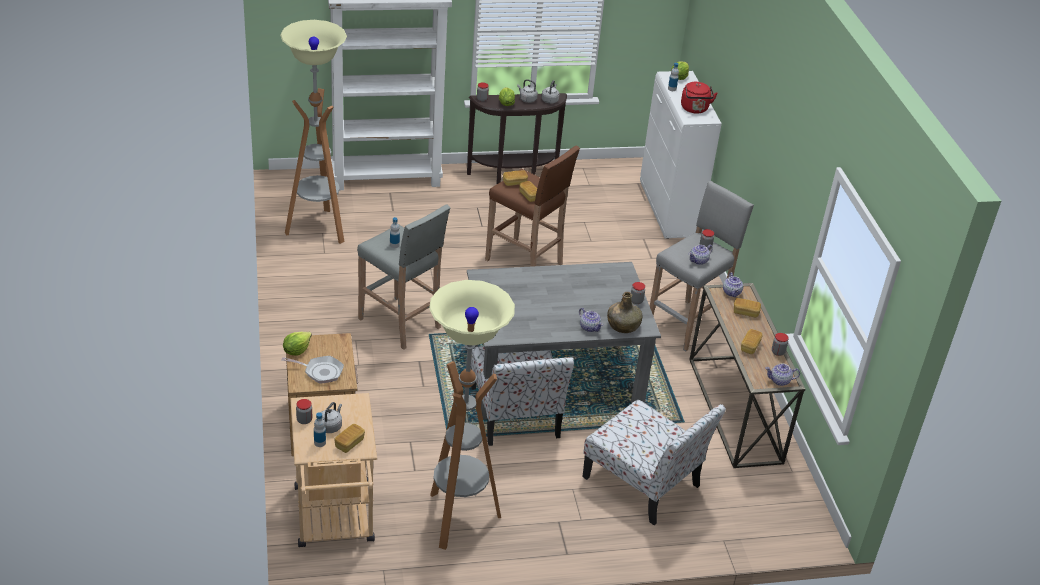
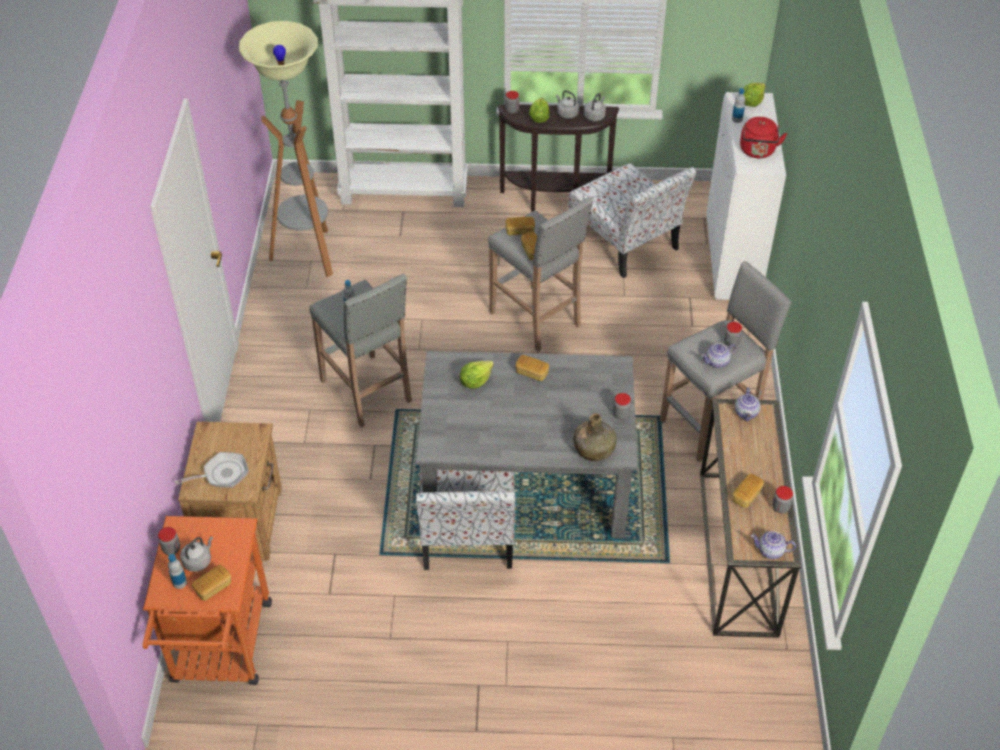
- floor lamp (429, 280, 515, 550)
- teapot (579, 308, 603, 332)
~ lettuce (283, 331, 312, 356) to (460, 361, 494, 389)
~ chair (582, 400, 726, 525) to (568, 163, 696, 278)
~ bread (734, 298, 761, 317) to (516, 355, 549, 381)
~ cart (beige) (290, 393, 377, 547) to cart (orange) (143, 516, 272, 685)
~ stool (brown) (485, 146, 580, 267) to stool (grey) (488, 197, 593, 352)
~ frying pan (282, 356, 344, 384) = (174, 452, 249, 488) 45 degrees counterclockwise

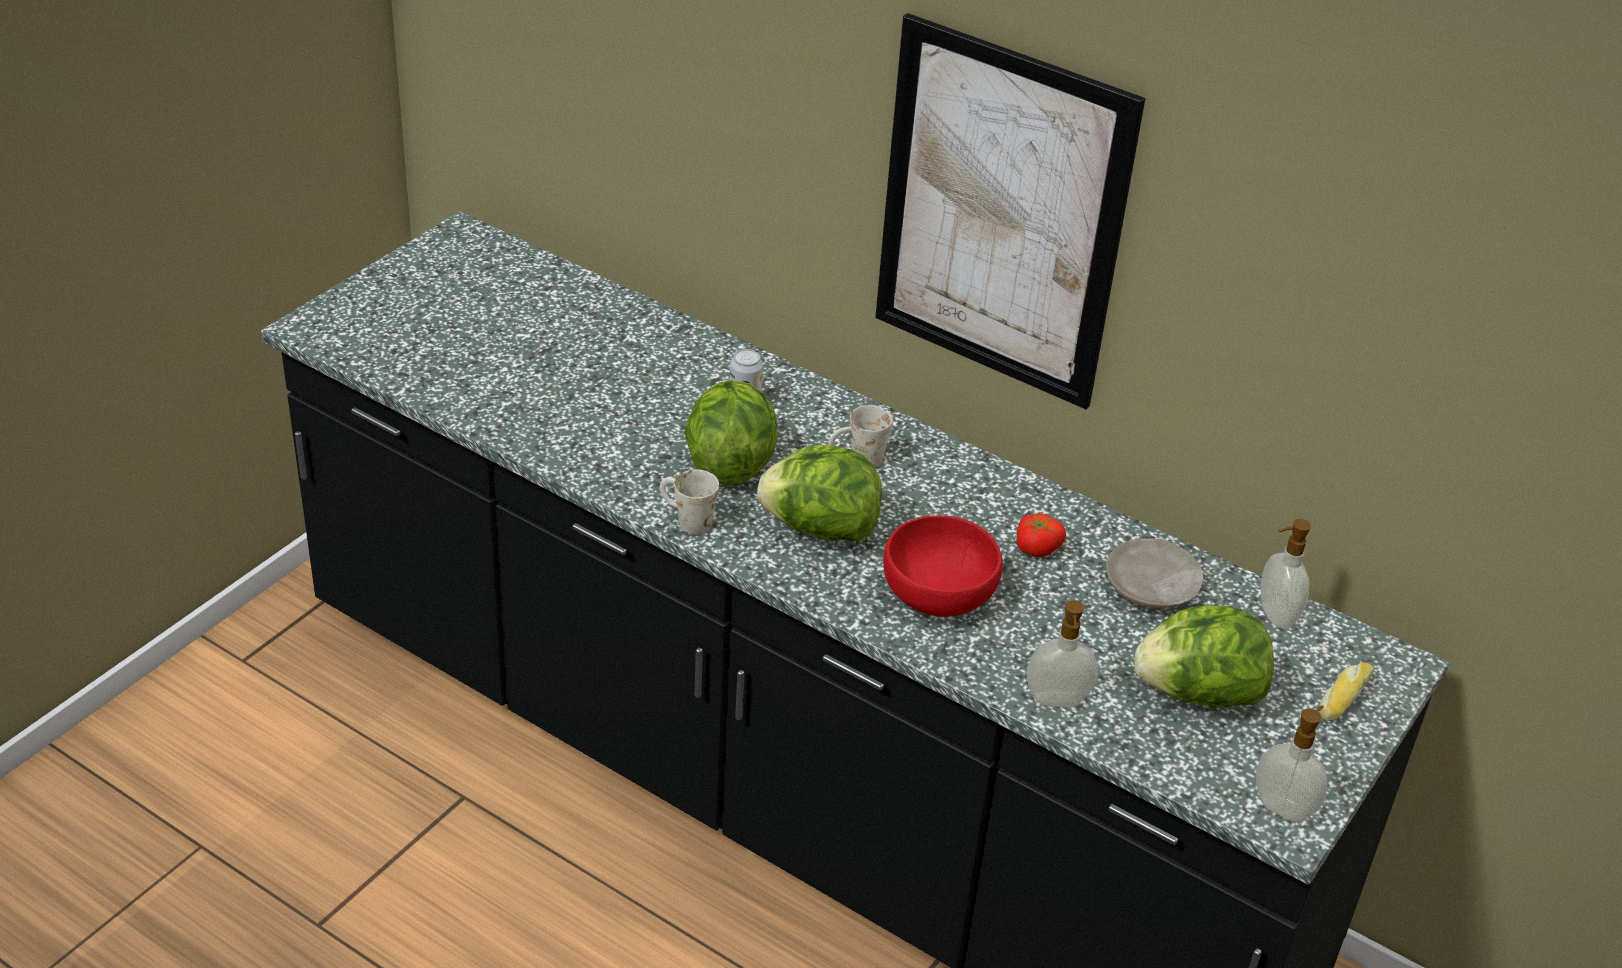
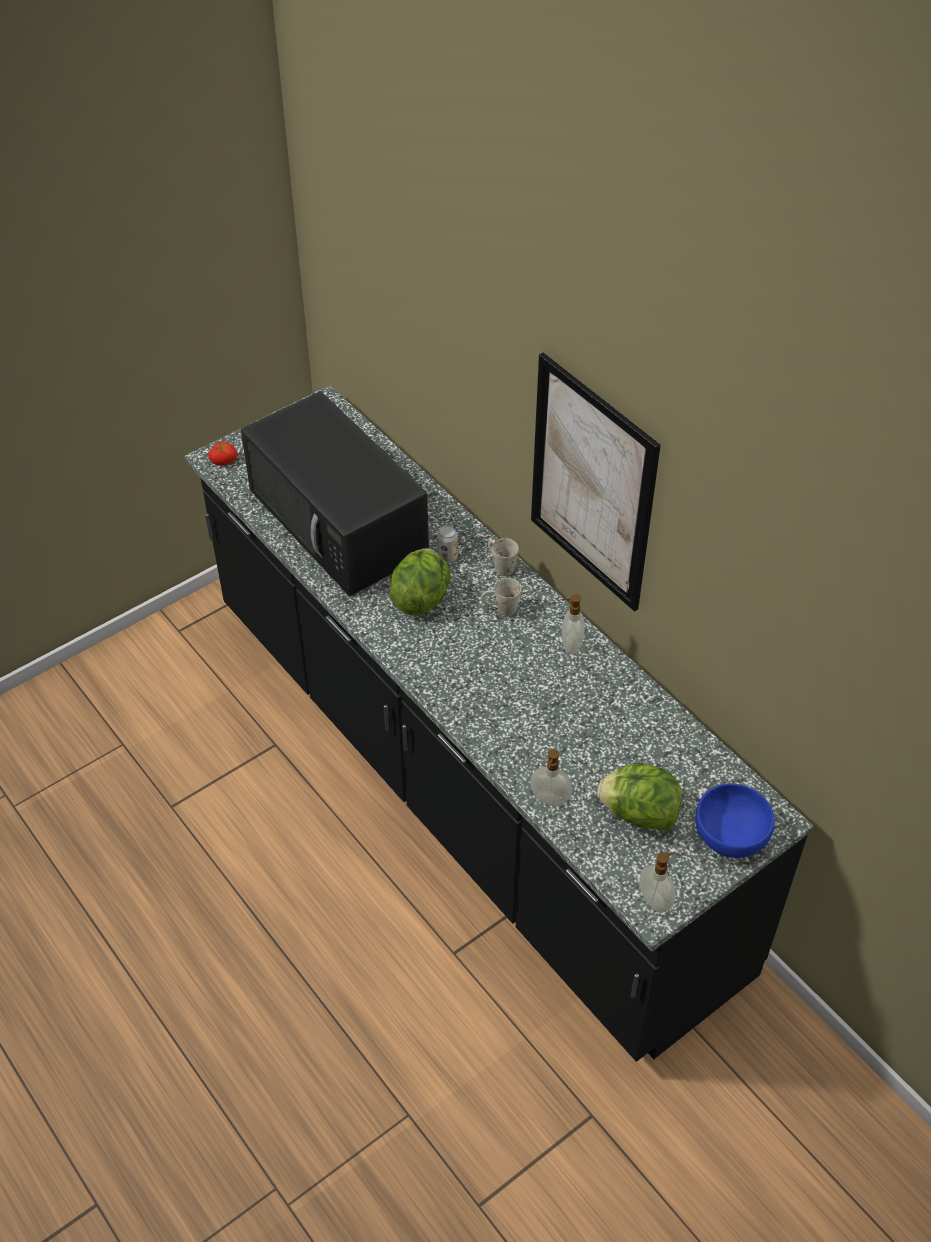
- lettuce (757, 445, 882, 541)
- bowl (red) (883, 515, 1003, 617)
- plate (beige) (1106, 538, 1204, 609)
+ microwave (black) (241, 391, 429, 596)
~ mug (white) (660, 470, 719, 535) to (488, 538, 519, 576)
~ tomato (1017, 513, 1066, 557) to (208, 442, 238, 466)
~ soap dispenser (1260, 519, 1311, 628) to (562, 594, 585, 654)
~ bread (1320, 662, 1374, 722) to bowl (blue) (696, 784, 775, 858)

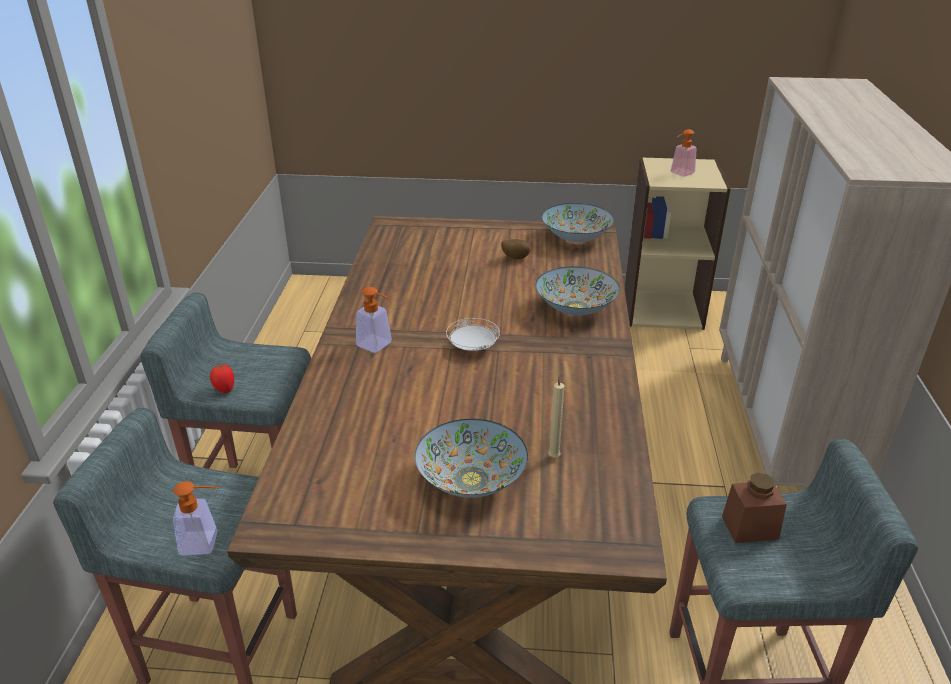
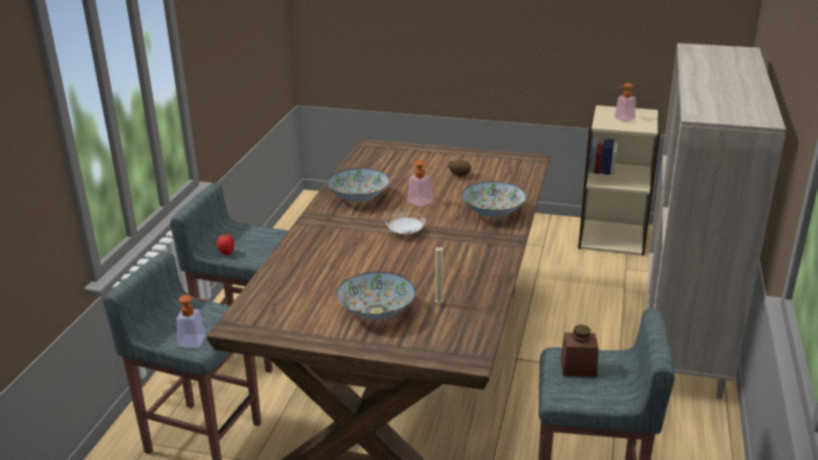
~ soap dispenser (356, 287, 392, 353) to (408, 160, 434, 207)
~ bowl (542, 203, 614, 242) to (327, 168, 389, 202)

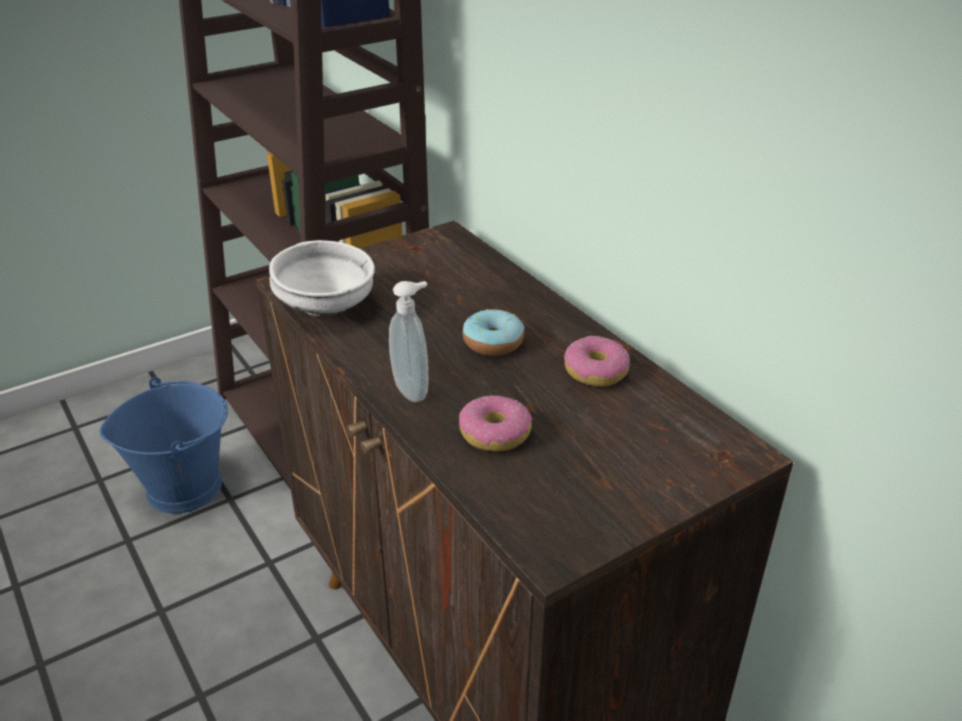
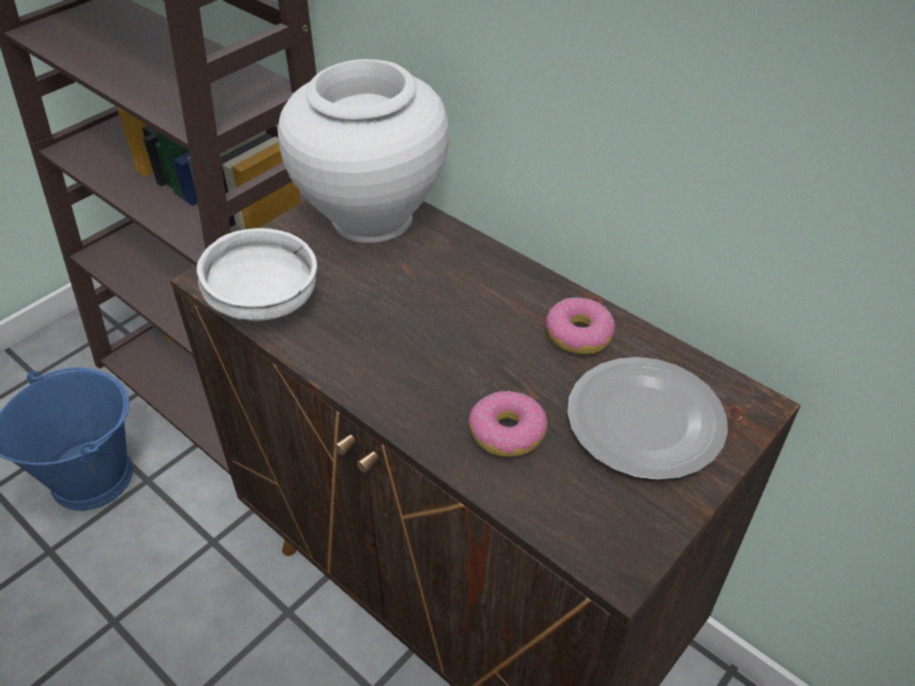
- soap dispenser (389, 281, 428, 402)
- donut (463, 309, 524, 356)
+ vase (white) (277, 59, 449, 243)
+ plate (567, 357, 728, 480)

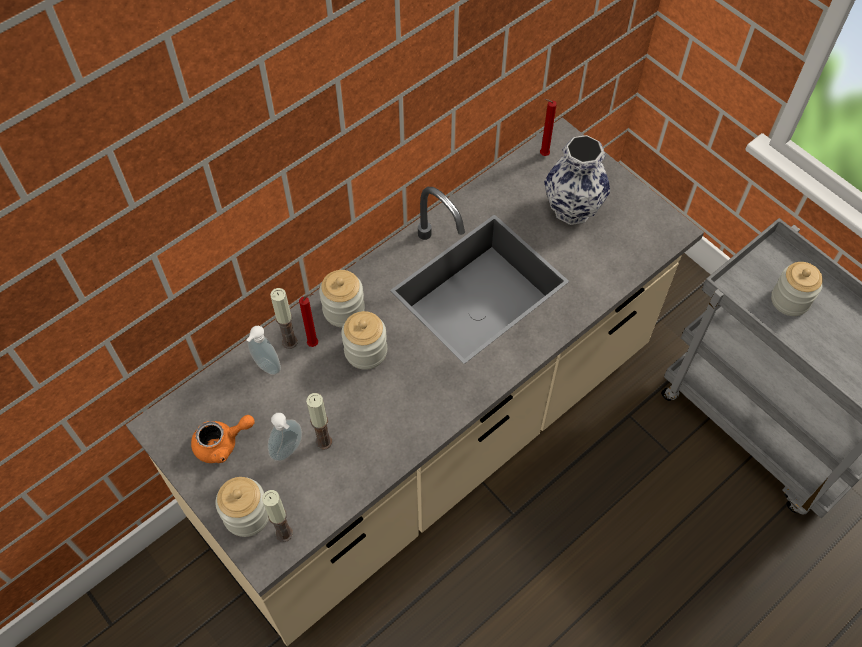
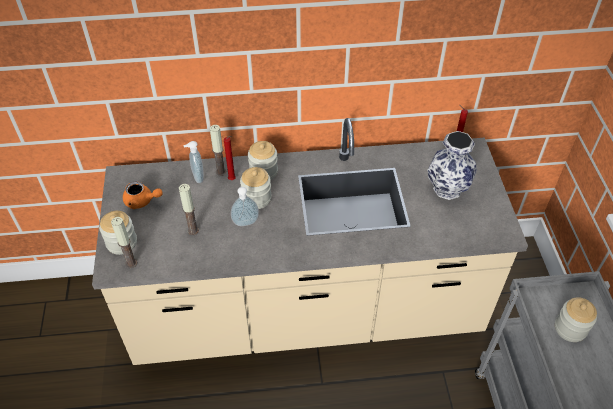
~ soap dispenser (268, 413, 302, 461) to (231, 187, 259, 226)

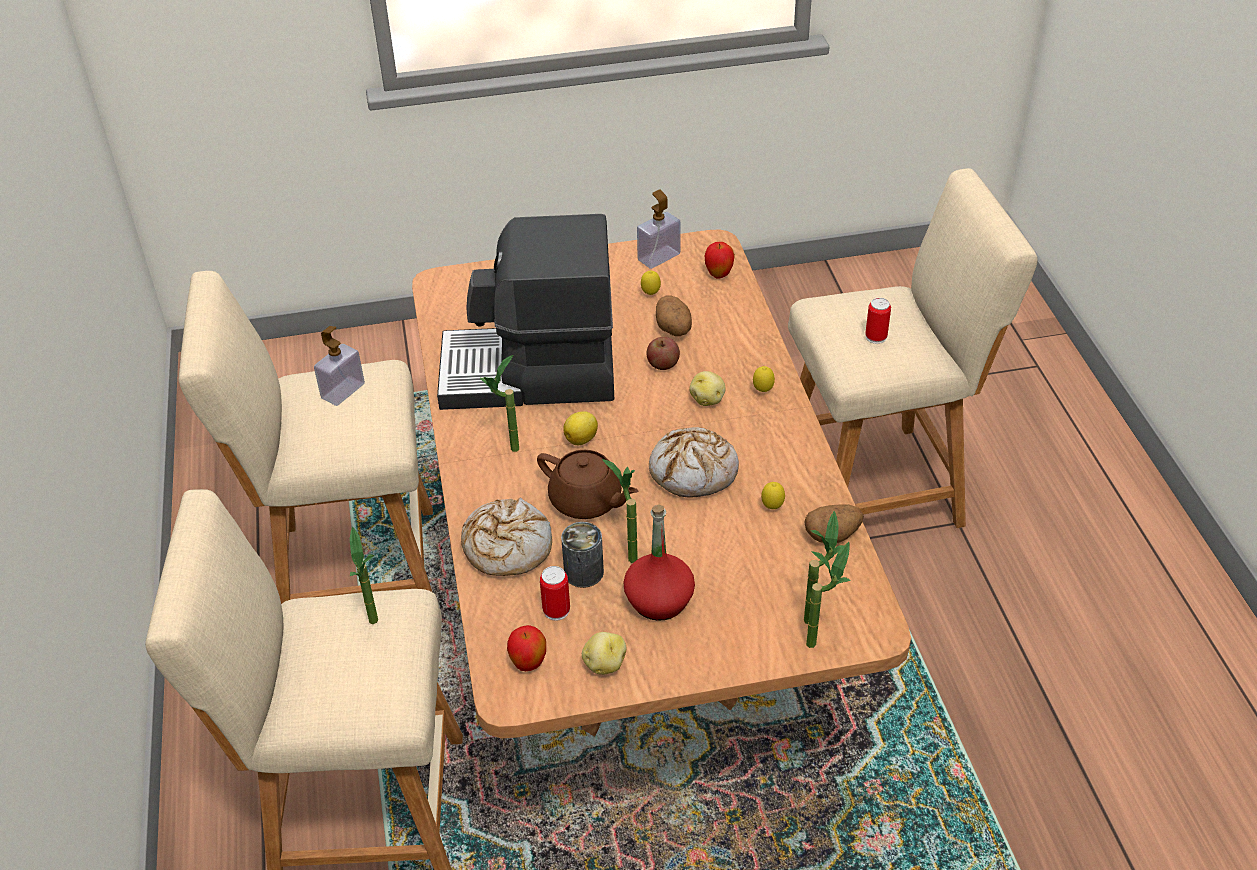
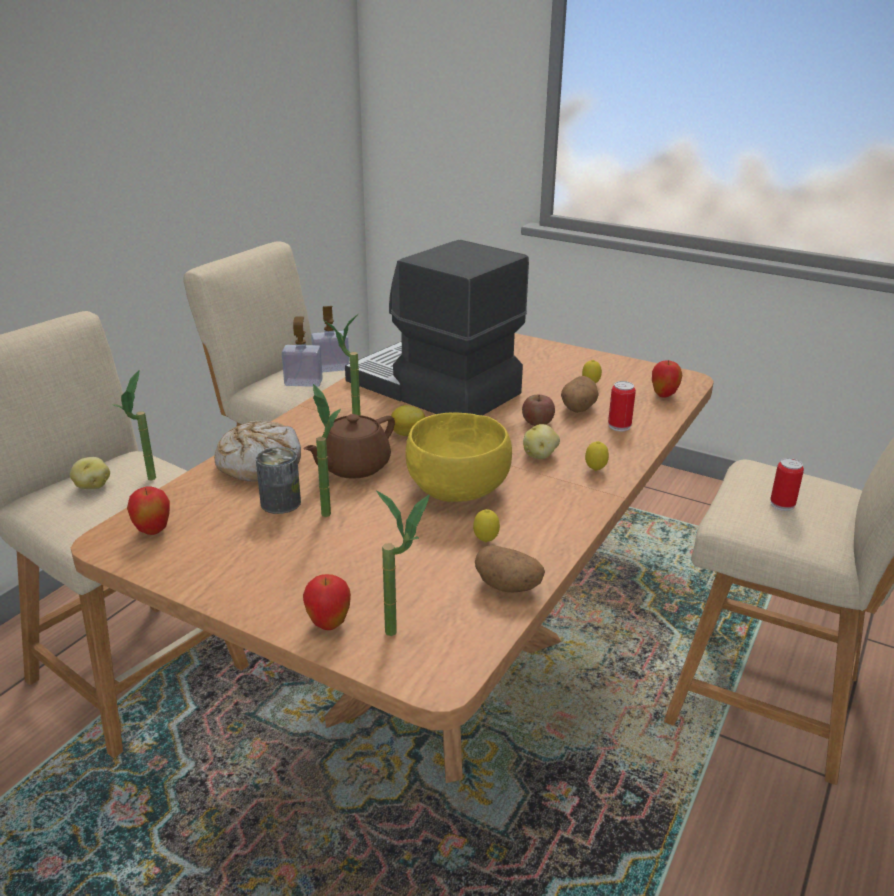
- bottle (red) (623, 505, 695, 621)
- potted plant (806, 542, 851, 648)
+ apple (303, 574, 351, 630)
~ can (540, 566, 570, 621) to (608, 381, 636, 431)
~ potato (582, 632, 626, 675) to (70, 457, 110, 489)
~ soap dispenser (637, 190, 681, 269) to (282, 316, 323, 387)
~ bread (649, 427, 739, 497) to bowl (yellow) (405, 412, 512, 502)
~ teapot (brown) (537, 450, 638, 519) = (303, 414, 395, 479) 60 degrees clockwise

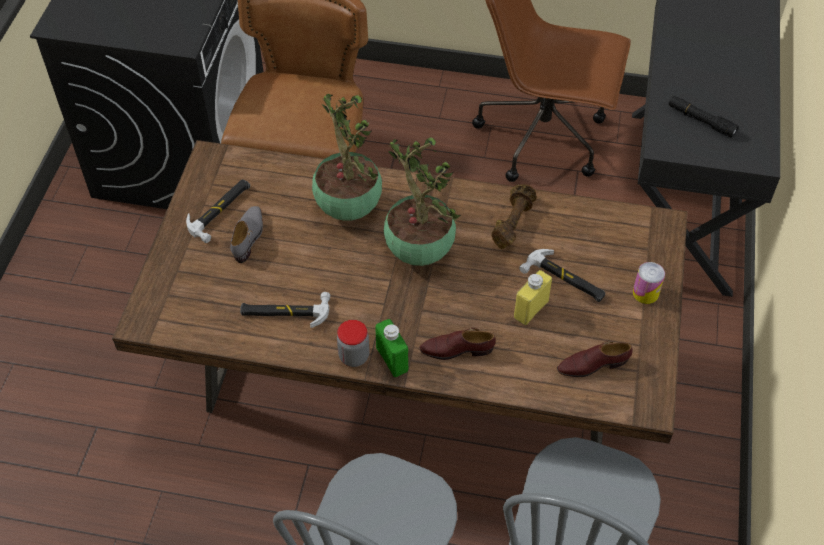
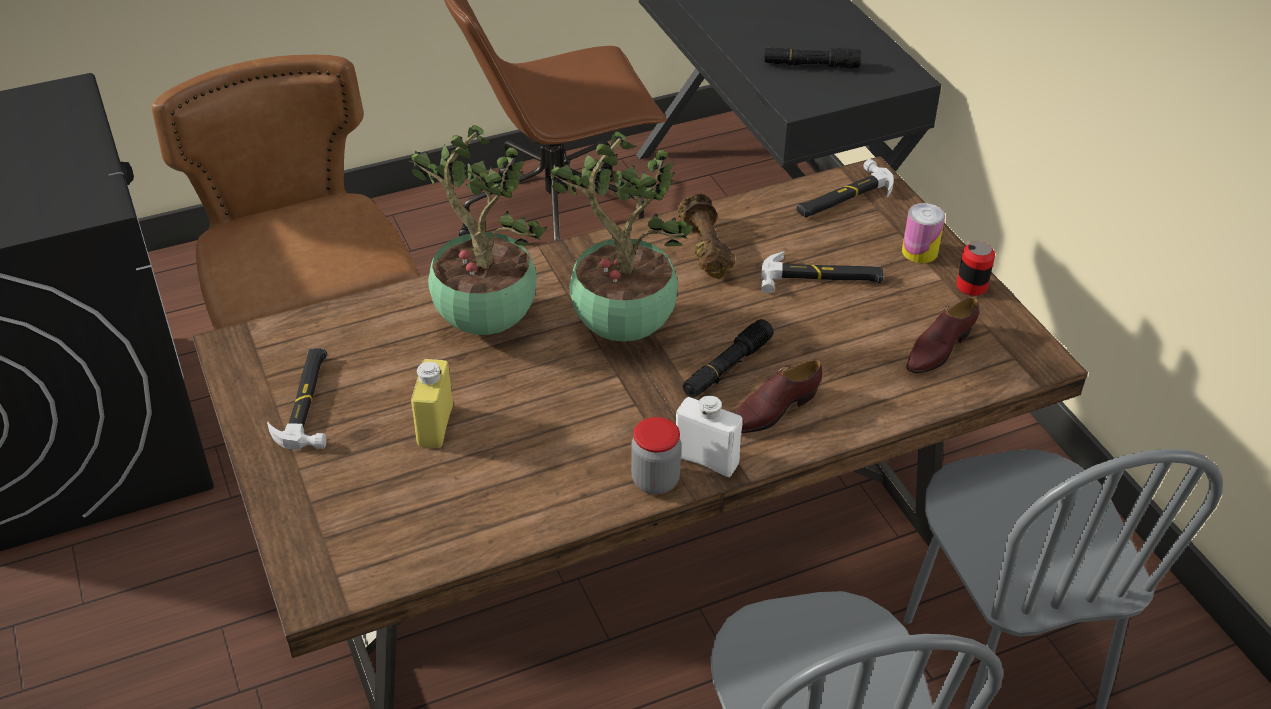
- shoe (grey) (230, 206, 263, 263)
+ flashlight (black) (683, 319, 774, 398)
+ can (956, 241, 995, 296)
~ hammer (240, 292, 330, 328) to (796, 159, 894, 218)
~ bottle (yellow) (514, 270, 552, 325) to (411, 359, 453, 448)
~ bottle (green) (375, 319, 408, 377) to bottle (white) (676, 396, 743, 477)

